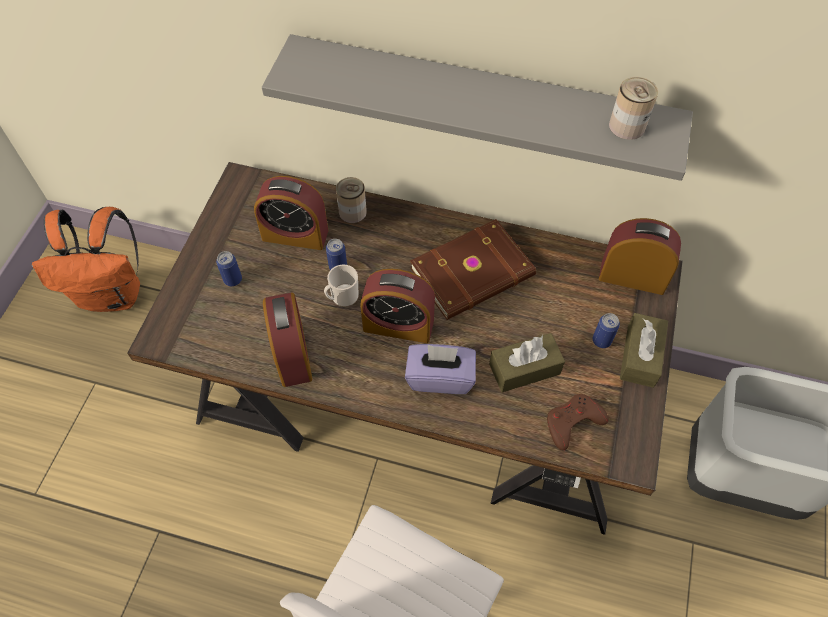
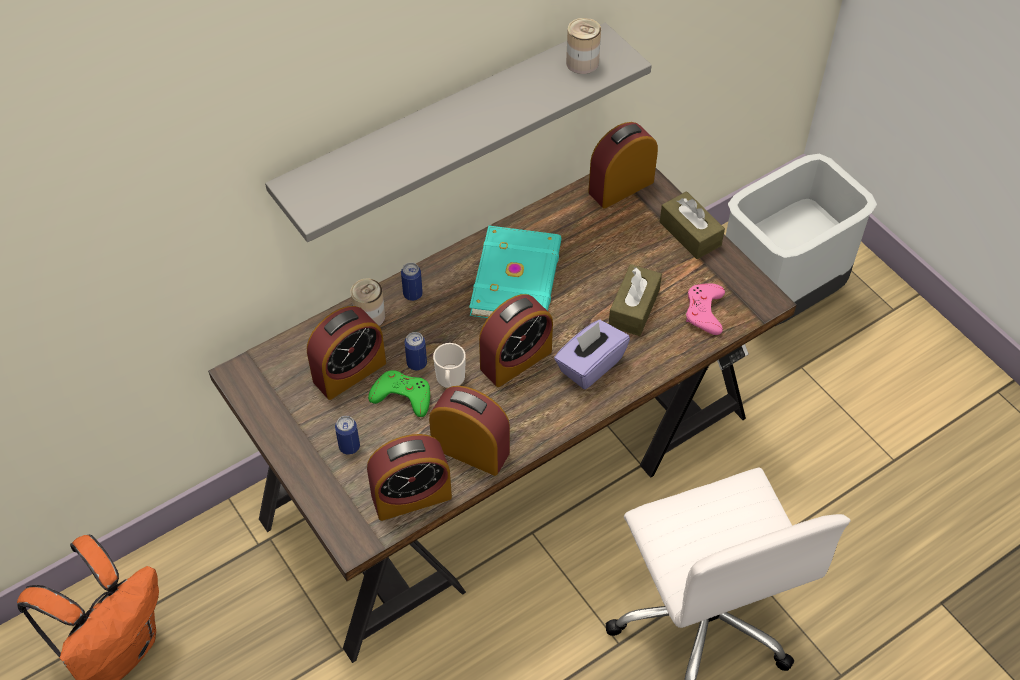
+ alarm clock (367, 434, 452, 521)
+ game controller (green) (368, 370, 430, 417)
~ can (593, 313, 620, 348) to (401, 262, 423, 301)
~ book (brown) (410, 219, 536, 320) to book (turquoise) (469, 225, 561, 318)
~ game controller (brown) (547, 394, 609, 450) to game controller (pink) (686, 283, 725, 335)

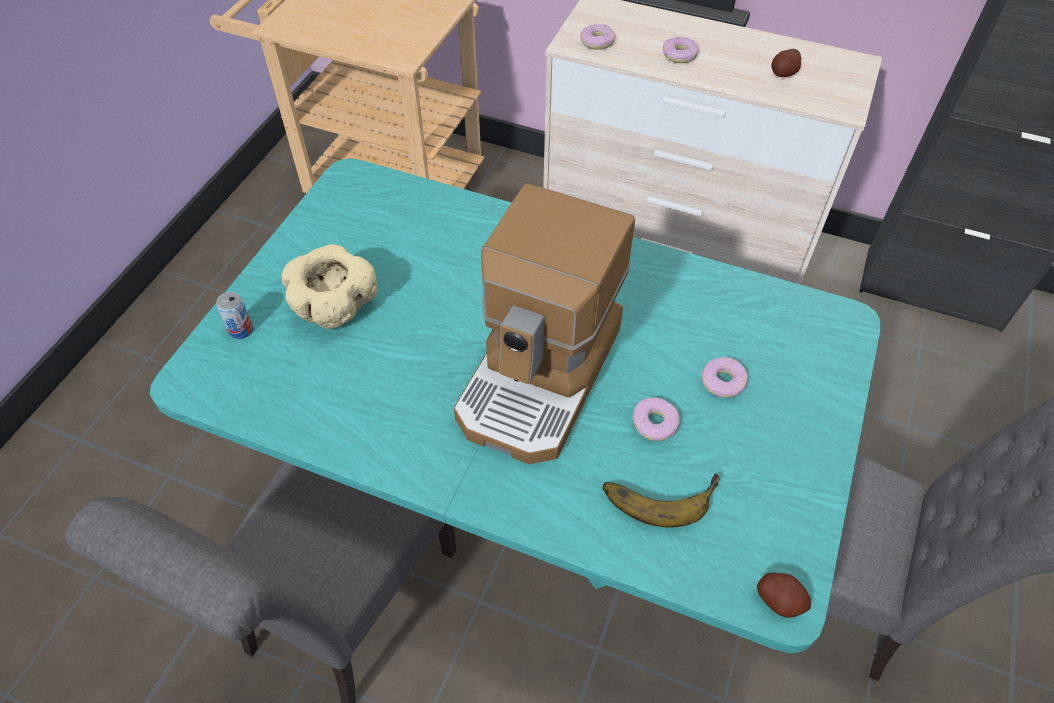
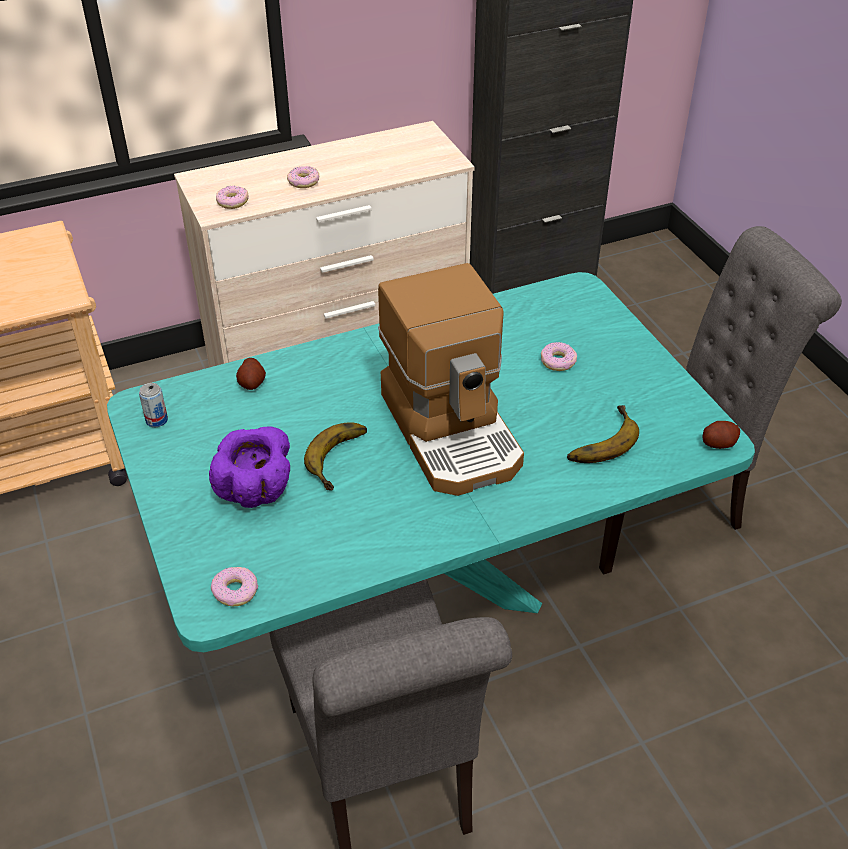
+ banana (304, 422, 367, 491)
~ can (216, 292, 253, 339) to (139, 383, 168, 427)
~ donut (633, 397, 680, 441) to (211, 567, 258, 606)
~ potato (771, 49, 801, 77) to (236, 358, 266, 390)
~ bowl (beige) (282, 244, 378, 329) to bowl (purple) (209, 426, 290, 508)

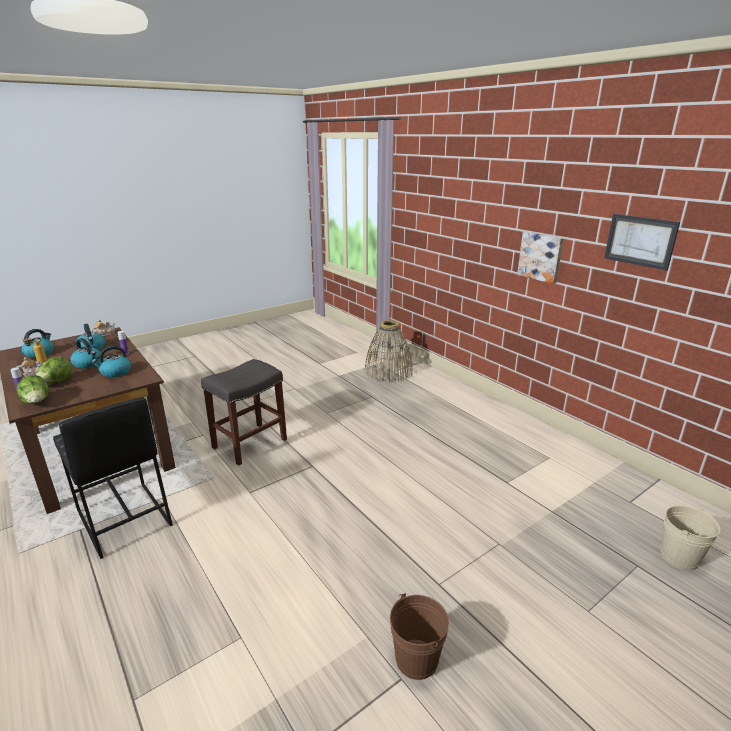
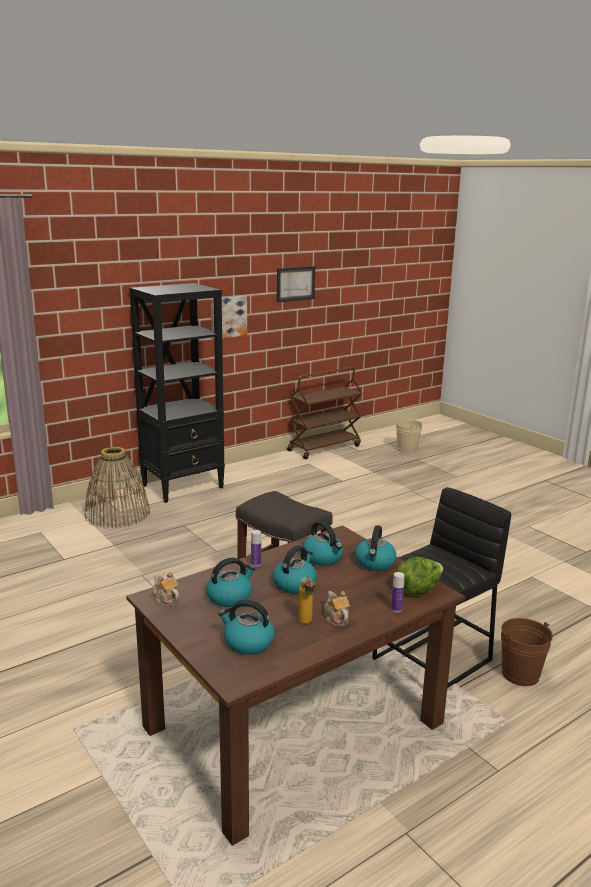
- lettuce (36, 356, 72, 383)
+ bookcase (black) (130, 283, 225, 503)
+ cart (brown) (287, 367, 363, 459)
+ kettle (355, 525, 396, 571)
~ bucket (brown) (390, 593, 449, 680) to (501, 618, 553, 686)

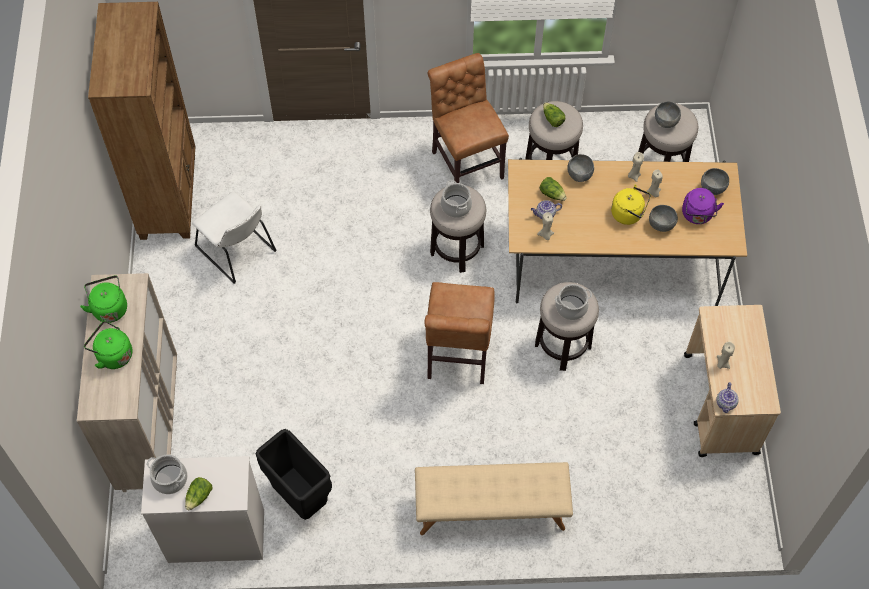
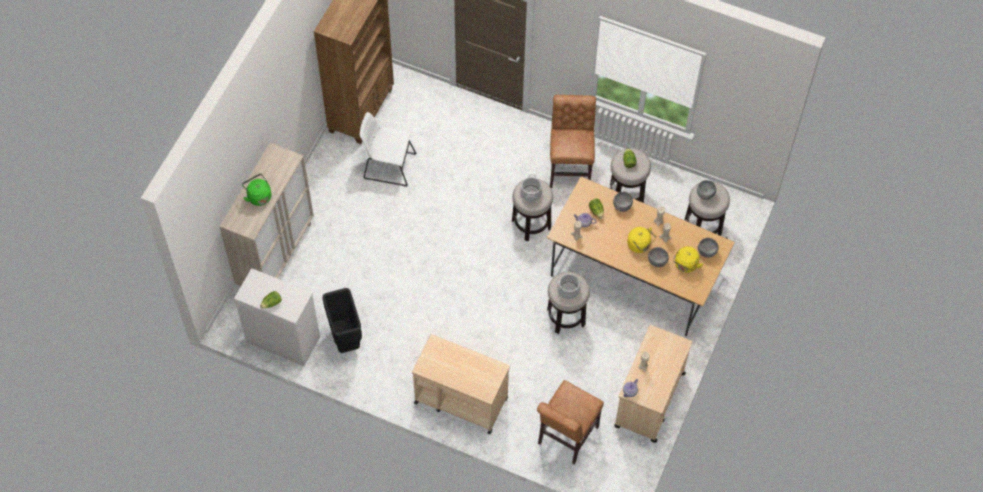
- kettle (green) (80, 275, 127, 323)
- cooking pot (147, 455, 187, 494)
~ chair (brown) (424, 282, 495, 384) to (537, 380, 604, 464)
~ bench (beige) (415, 462, 573, 535) to cart (beige) (412, 334, 510, 434)
~ kettle (purple) (682, 188, 724, 224) to kettle (yellow) (673, 246, 703, 273)
~ chair (white) (192, 192, 276, 284) = (360, 112, 416, 187) 120 degrees clockwise

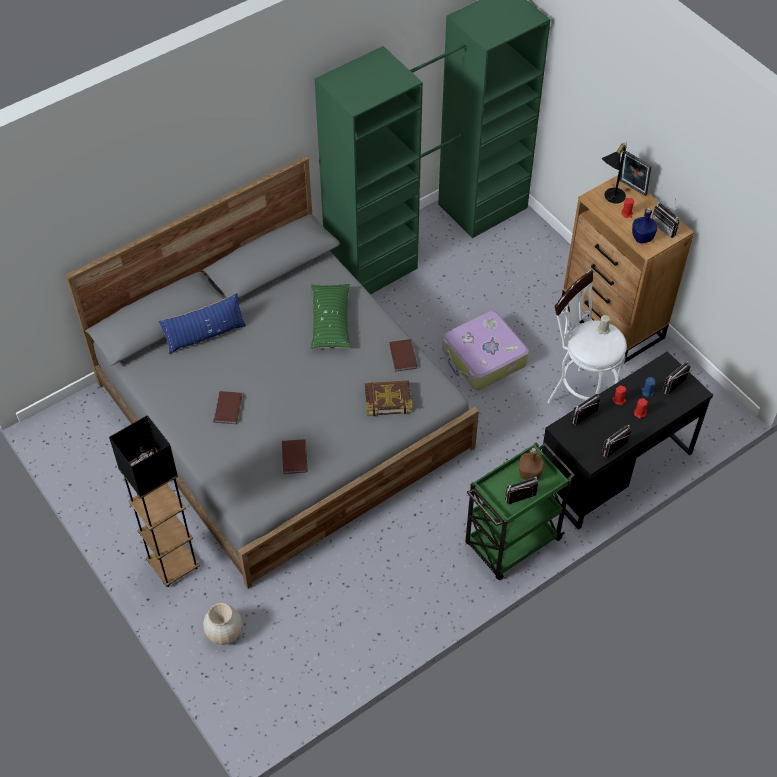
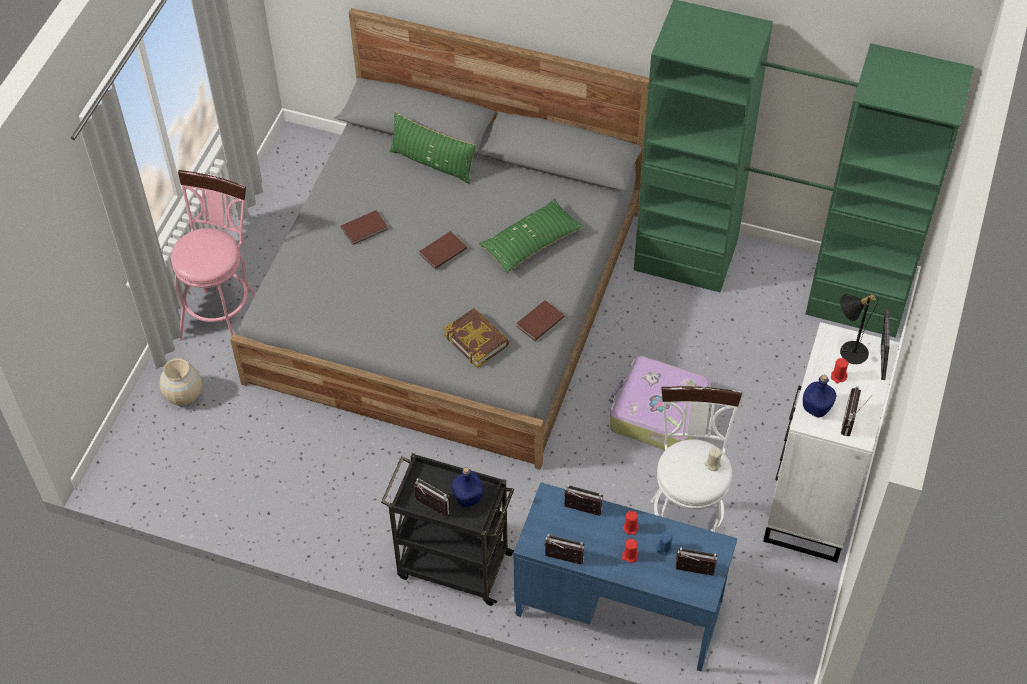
~ book (brown) (282, 439, 308, 474) to (419, 231, 467, 269)
~ floor lamp (black) (109, 415, 200, 587) to stool (pink) (171, 170, 256, 340)
~ pillow (blue) (159, 293, 246, 354) to pillow (green) (390, 112, 476, 184)
~ cart (green) (466, 442, 575, 580) to cart (black) (381, 453, 514, 606)
~ bottle (brown) (519, 448, 544, 480) to bottle (blue) (452, 467, 483, 507)
~ desk (black) (542, 351, 713, 530) to desk (blue) (514, 482, 737, 672)
~ dresser (brown) (562, 175, 694, 364) to dresser (white) (763, 322, 899, 563)

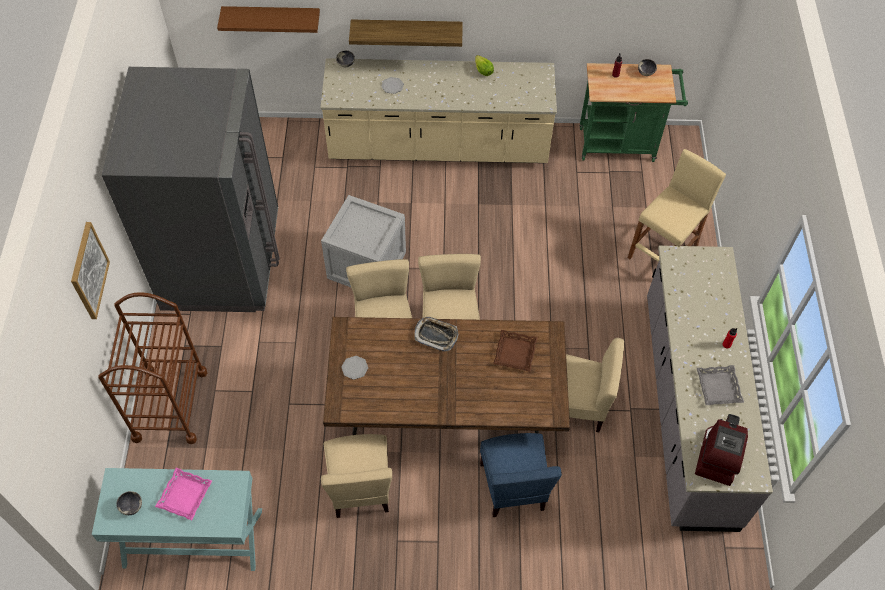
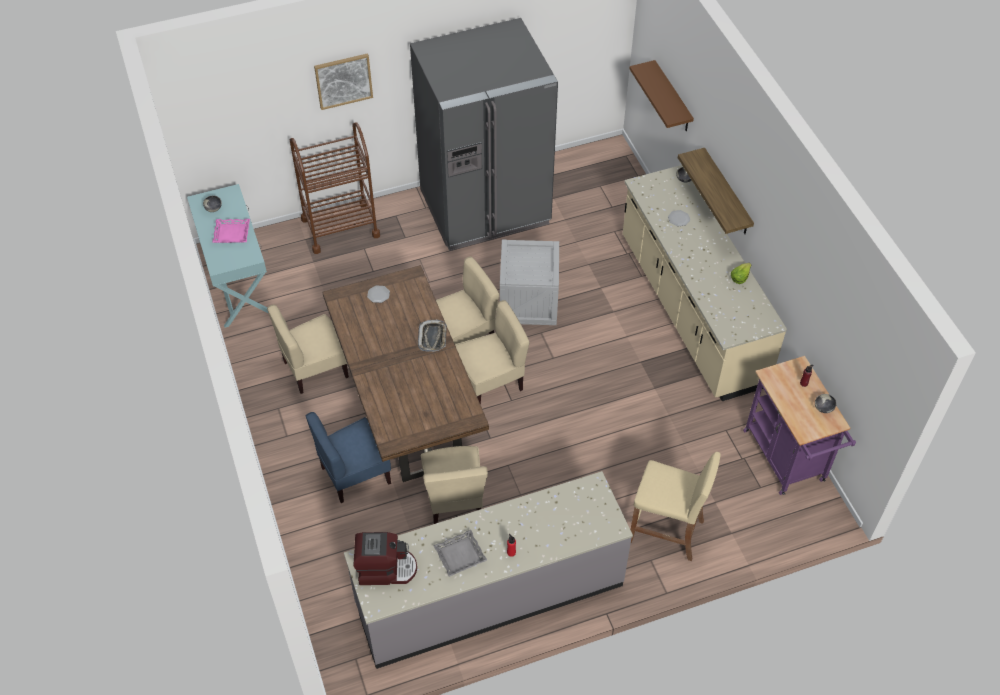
- tray (brown) (493, 330, 538, 372)
~ cart (green) (580, 63, 688, 162) to cart (purple) (743, 356, 856, 495)

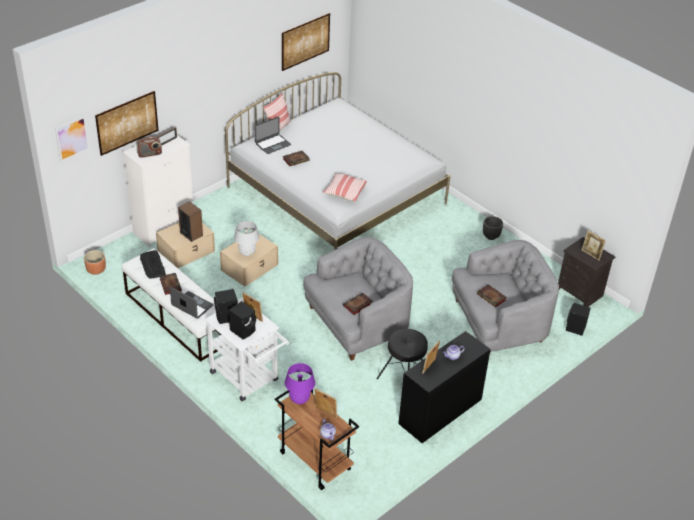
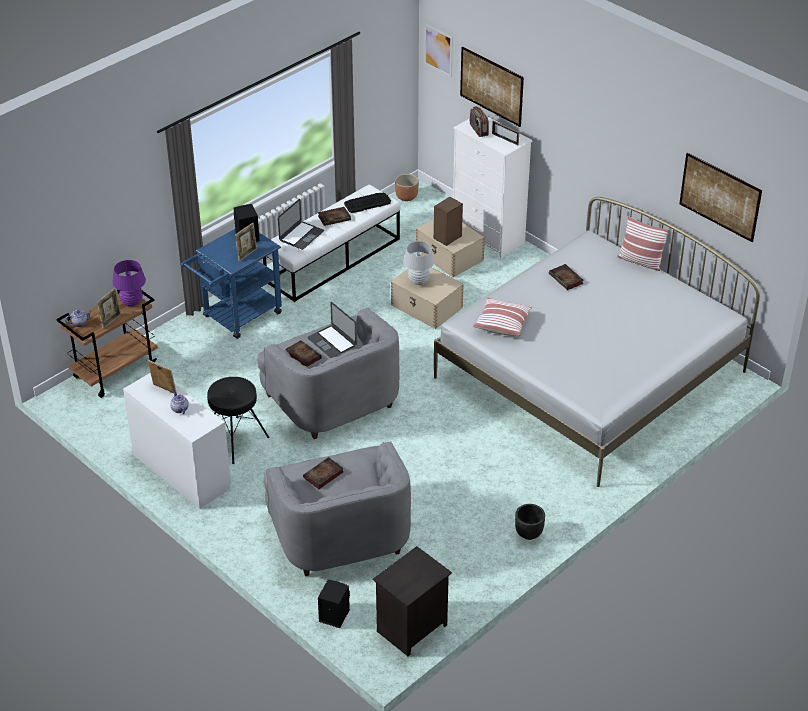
- speaker (black) (229, 301, 256, 339)
- picture frame (582, 230, 606, 260)
~ laptop (255, 117, 291, 154) to (307, 302, 357, 358)
~ cart (white) (205, 298, 289, 401) to cart (blue) (181, 229, 282, 339)
~ desk (black) (398, 331, 491, 443) to desk (white) (123, 373, 231, 509)

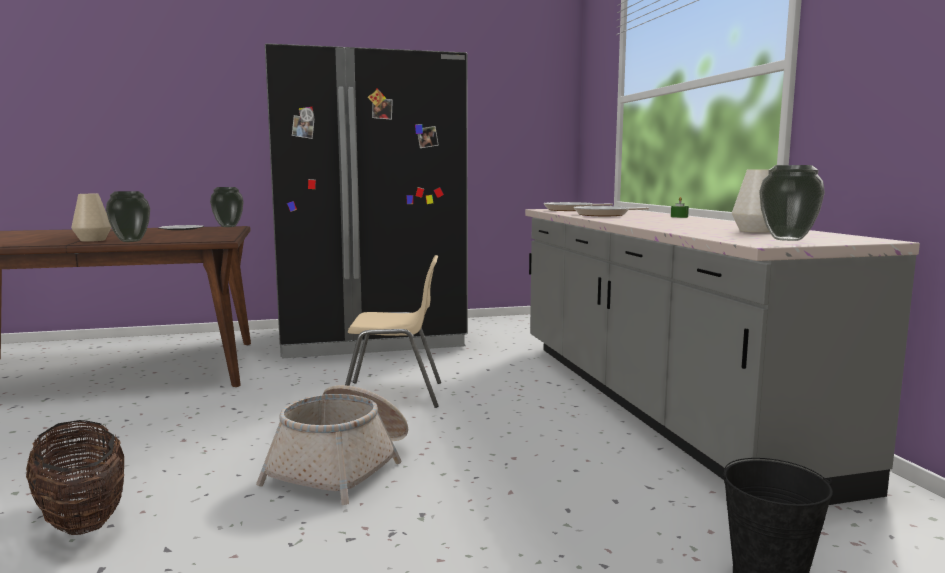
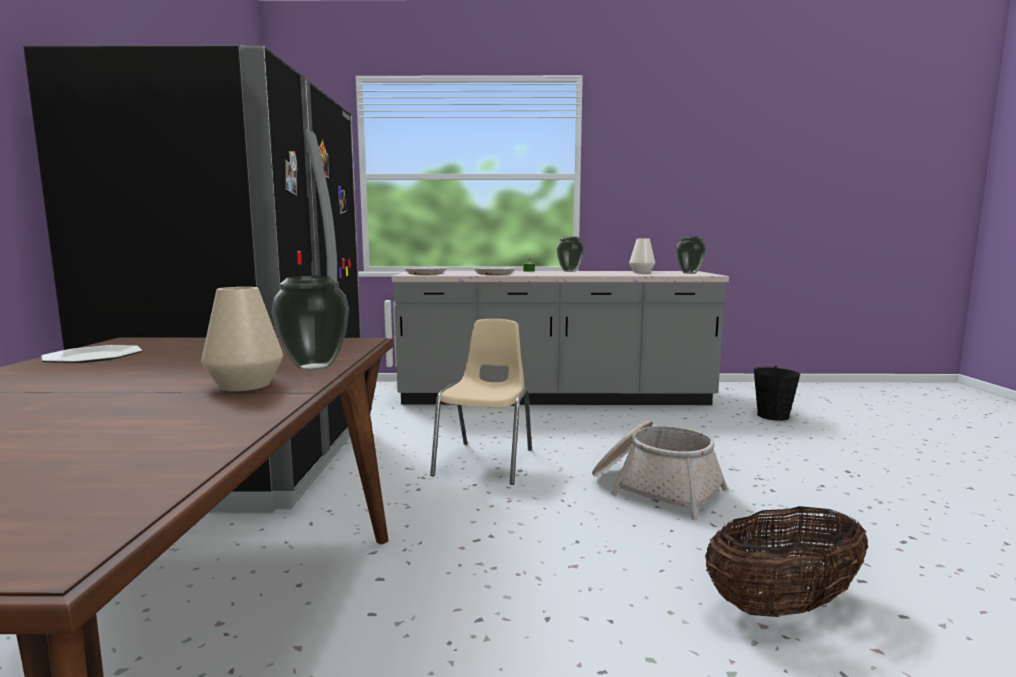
~ vase (210, 187, 244, 227) to (557, 237, 584, 272)

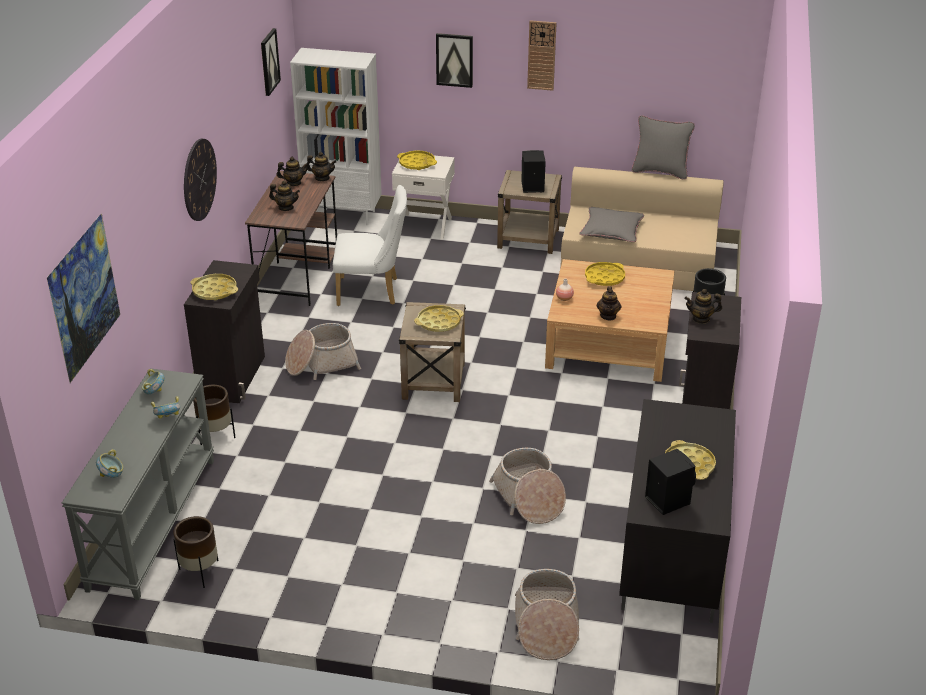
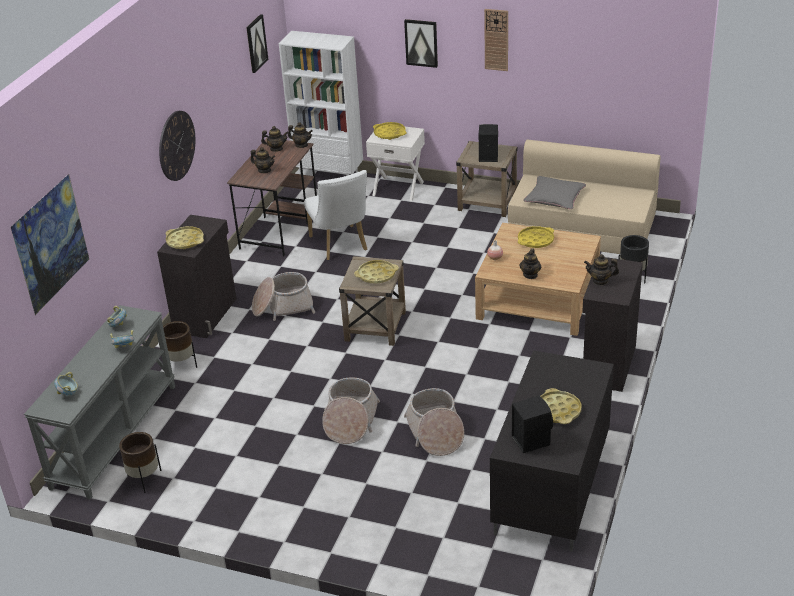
- pillow (grey) (632, 115, 695, 180)
~ basket (515, 569, 579, 660) to (322, 378, 380, 444)
~ chair (white) (333, 185, 407, 306) = (304, 170, 367, 260) 60 degrees clockwise

